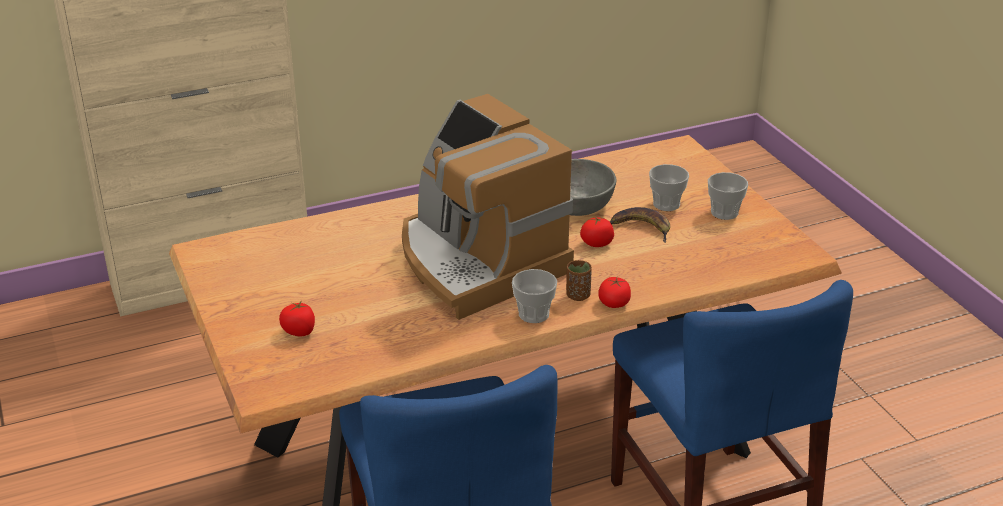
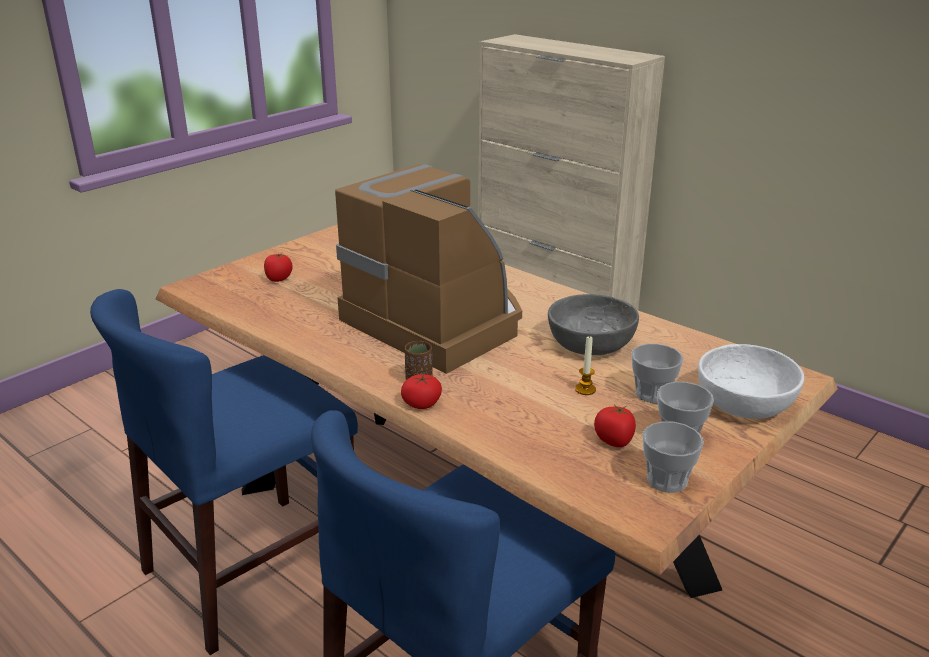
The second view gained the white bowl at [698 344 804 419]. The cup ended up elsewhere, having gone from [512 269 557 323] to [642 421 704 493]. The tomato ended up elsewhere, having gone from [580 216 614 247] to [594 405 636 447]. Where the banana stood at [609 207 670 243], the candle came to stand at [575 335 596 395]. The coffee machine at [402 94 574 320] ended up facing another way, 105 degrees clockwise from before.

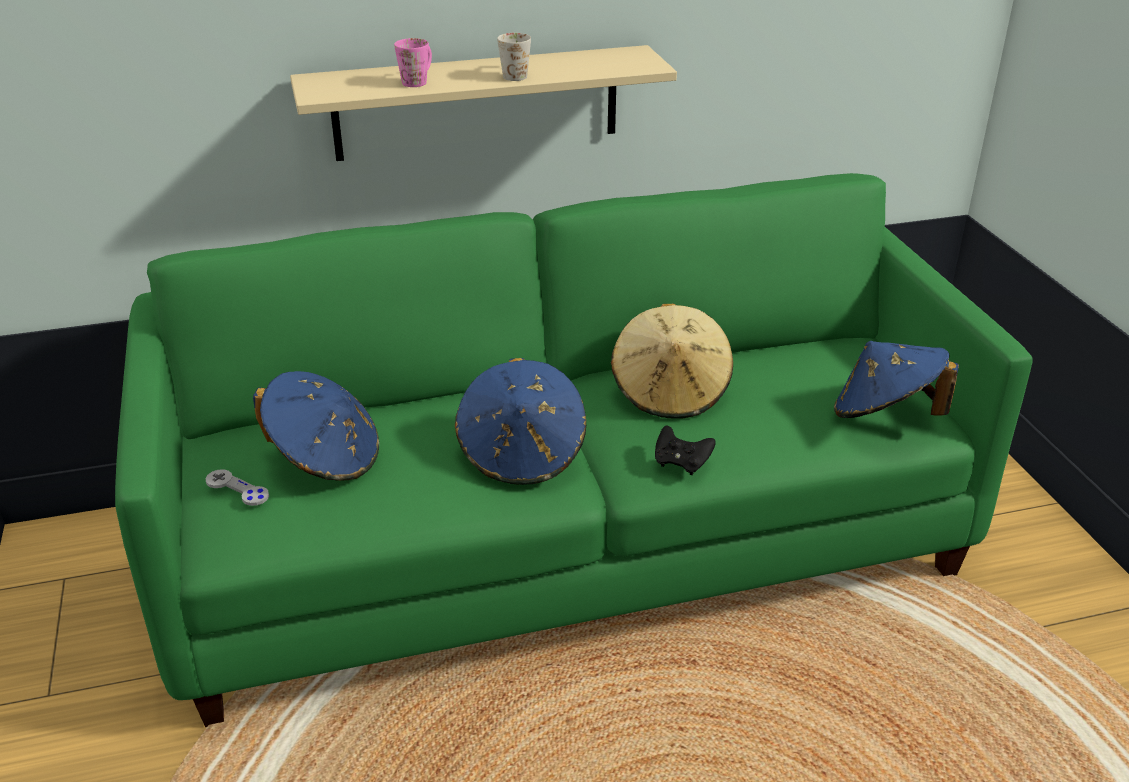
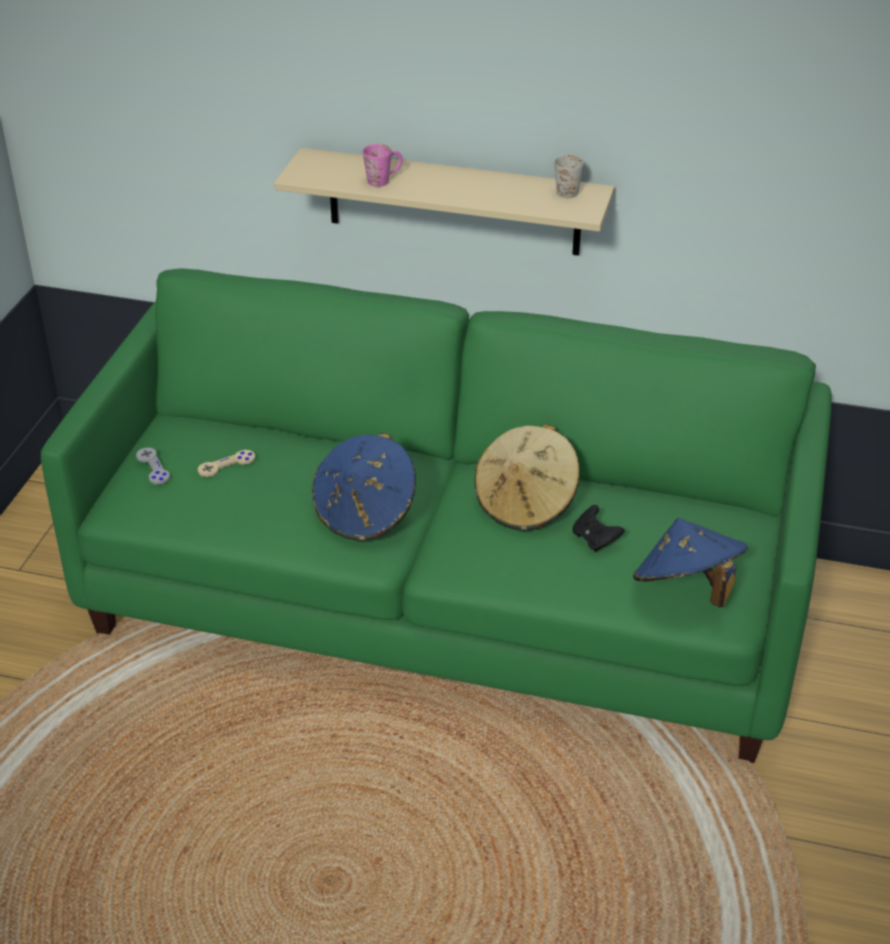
The white mug ended up elsewhere, having gone from [497 33 531 81] to [554 155 584 198]. The black game controller ended up elsewhere, having gone from [655 426 716 475] to [573 505 625 552]. Where the blue hat stood at [253 371 379 481], the beige game controller came to stand at [198 450 255 477].

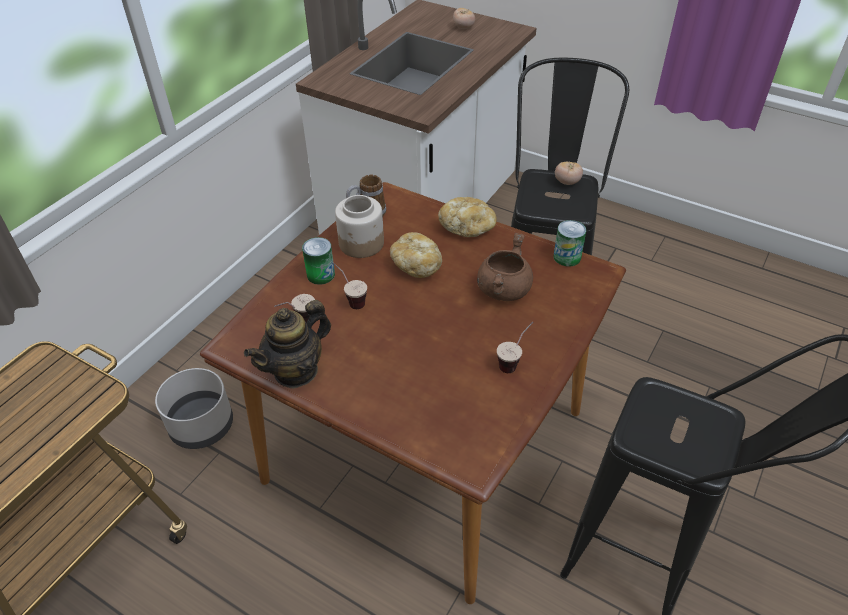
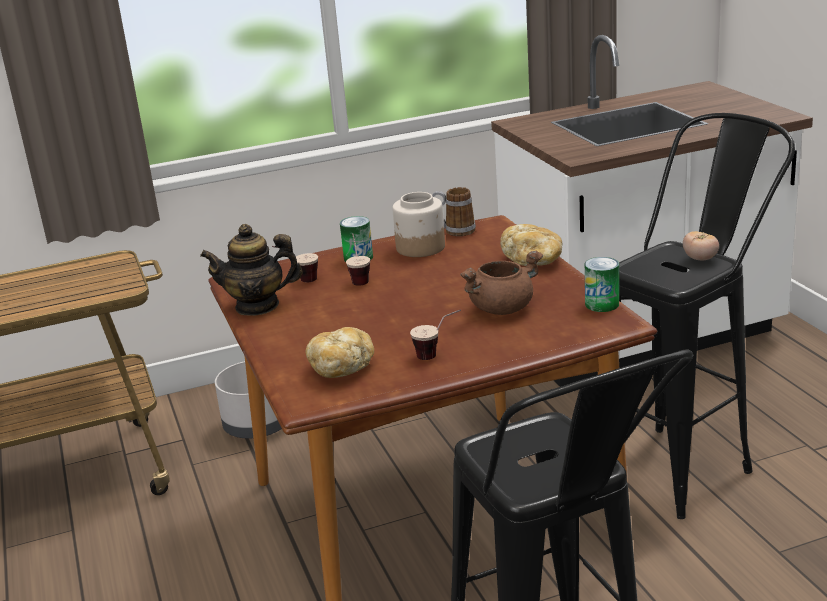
The second view lost the tomato at [453 8 475 29]. The bread ended up elsewhere, having gone from [390 232 442 278] to [306 327 374 378].

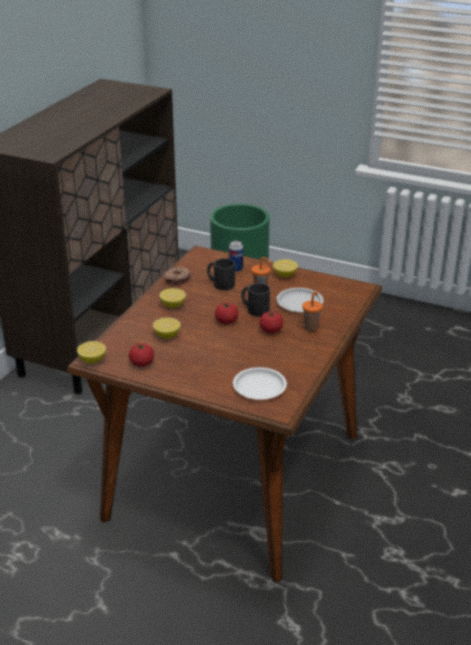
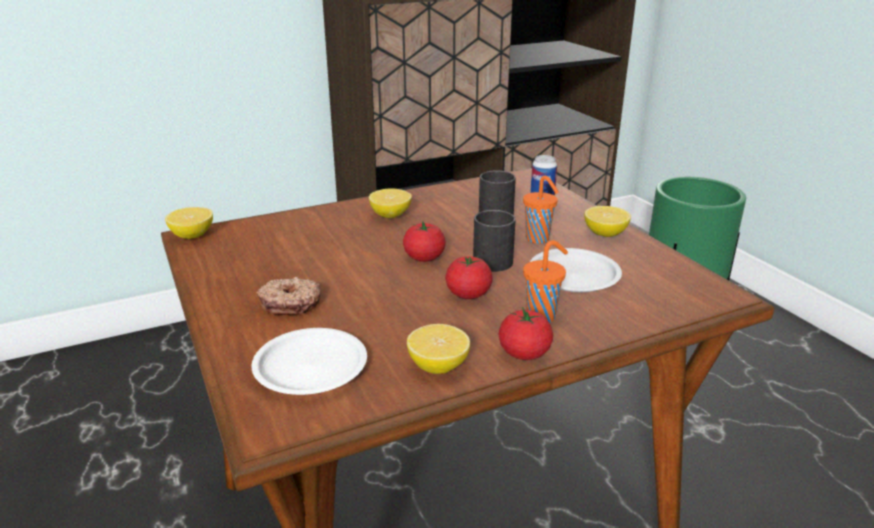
The tomato ended up elsewhere, having gone from [129 343 154 367] to [498 307 553 360]. The lemon ended up elsewhere, having gone from [153 318 181 339] to [407 324 470 374]. The donut ended up elsewhere, having gone from [163 267 191 286] to [256 277 321 315].

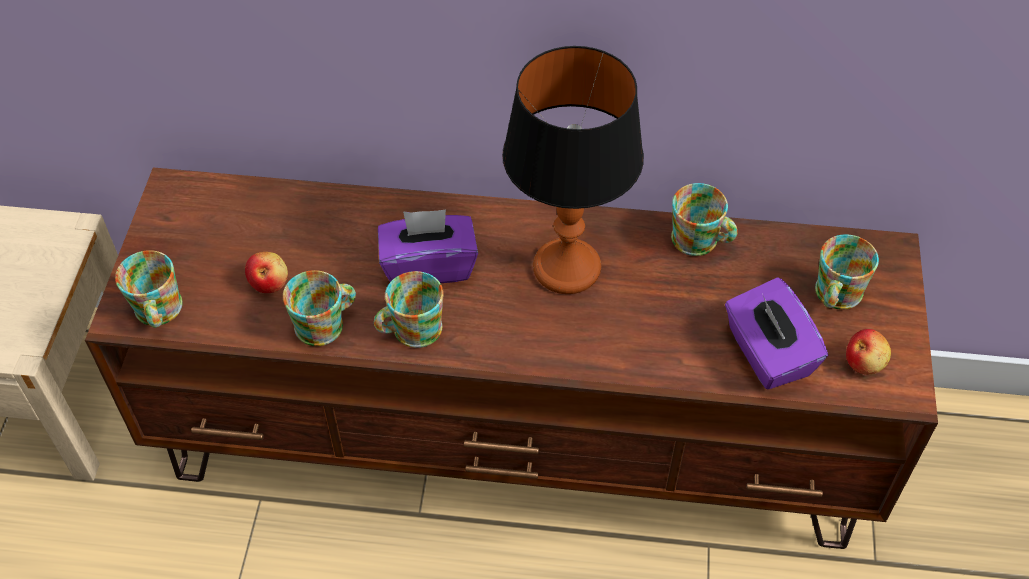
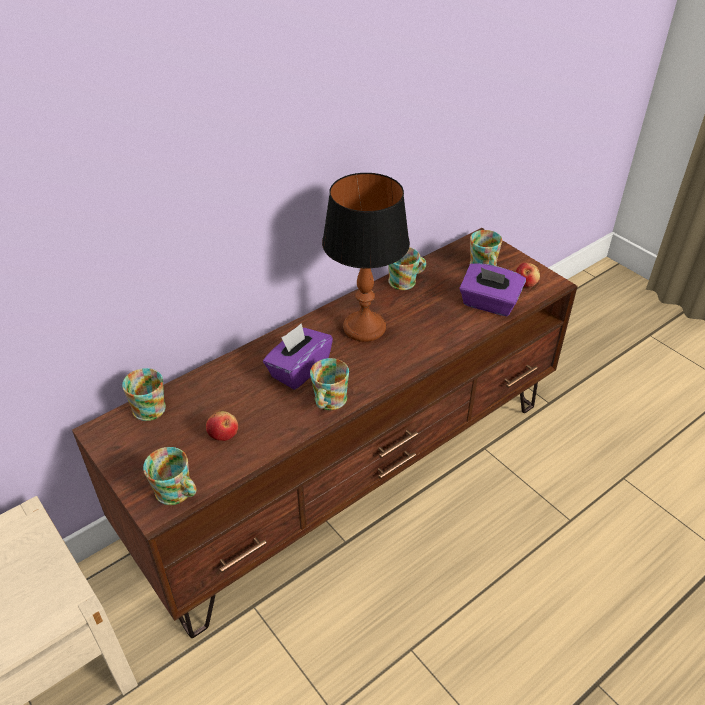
The mug ended up elsewhere, having gone from [283 270 356 346] to [122 368 166 421].

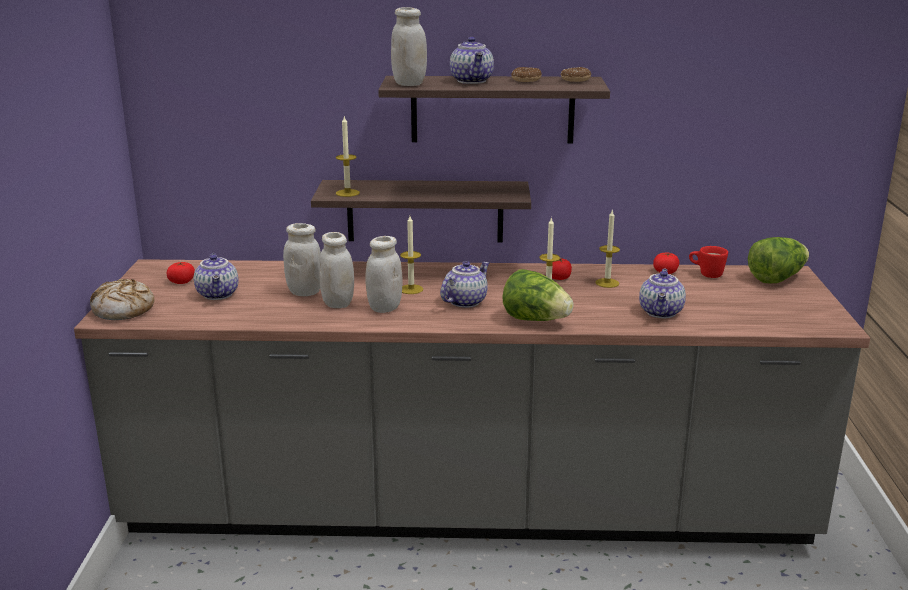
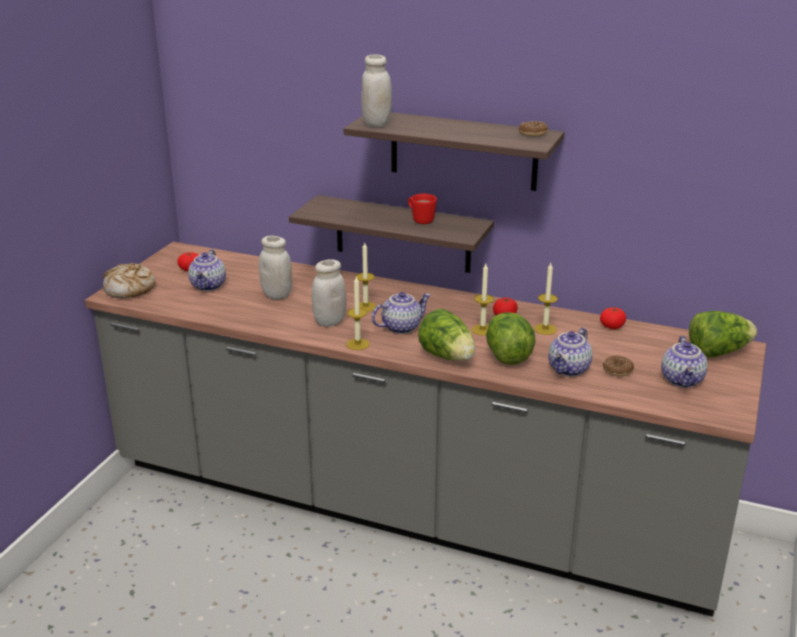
The second view lost the white jar at [319 232 354 308]. The second view gained the lettuce at [486 312 536 365]. The candle ended up elsewhere, having gone from [336 117 360 197] to [346 275 370 350]. The teapot ended up elsewhere, having gone from [450 37 494 84] to [661 336 708 388]. The donut ended up elsewhere, having gone from [511 67 542 82] to [603 355 634 376]. The red mug ended up elsewhere, having gone from [689 246 728 278] to [408 194 437 224].

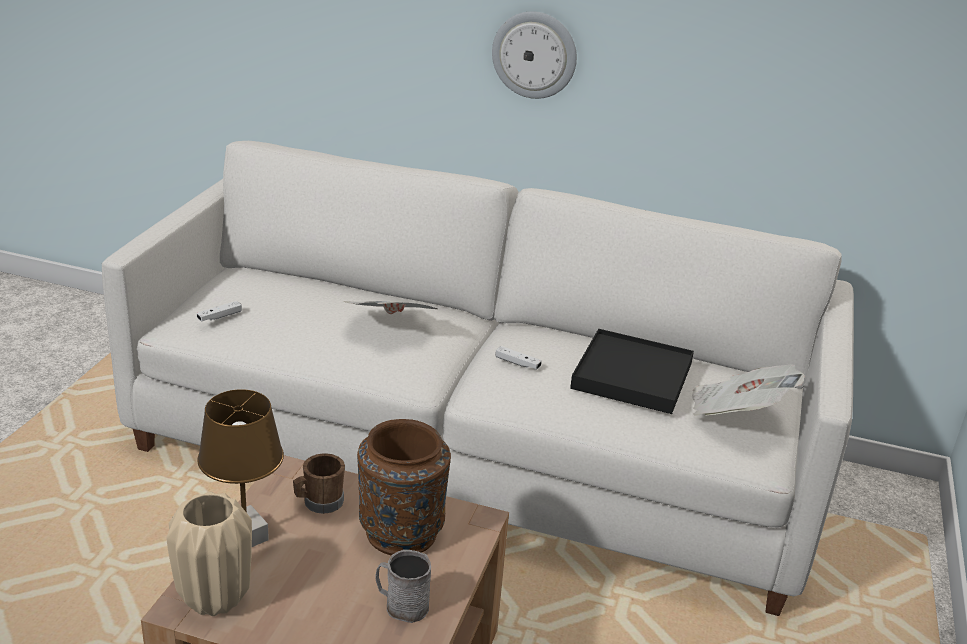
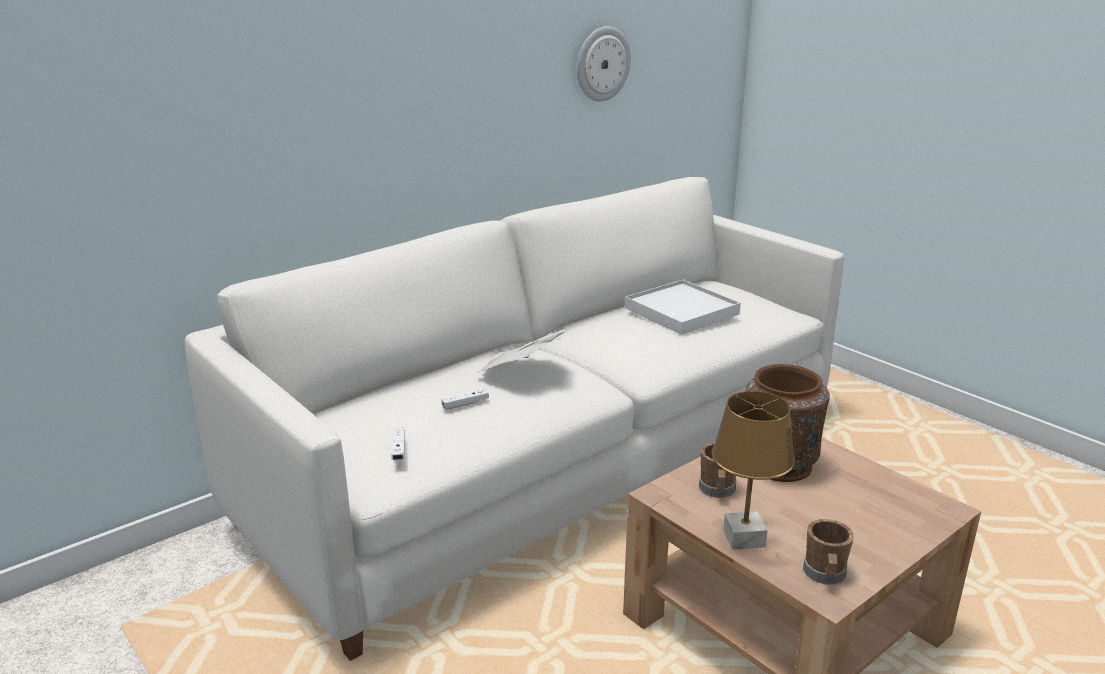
The second view lost the grey mug at [375 550 431 623]. The second view lost the newspaper at [692 364 805 416]. The wall clock ended up elsewhere, having gone from [492 11 577 99] to [577 26 631 102]. The white game controller ended up elsewhere, having gone from [495 346 542 370] to [441 388 489 410]. Where the beige vase stood at [166 492 252 616], the brown mug came to stand at [803 519 854 585]. What was the black tray at [570 329 694 414] turned into the white tray at [625 280 741 334].

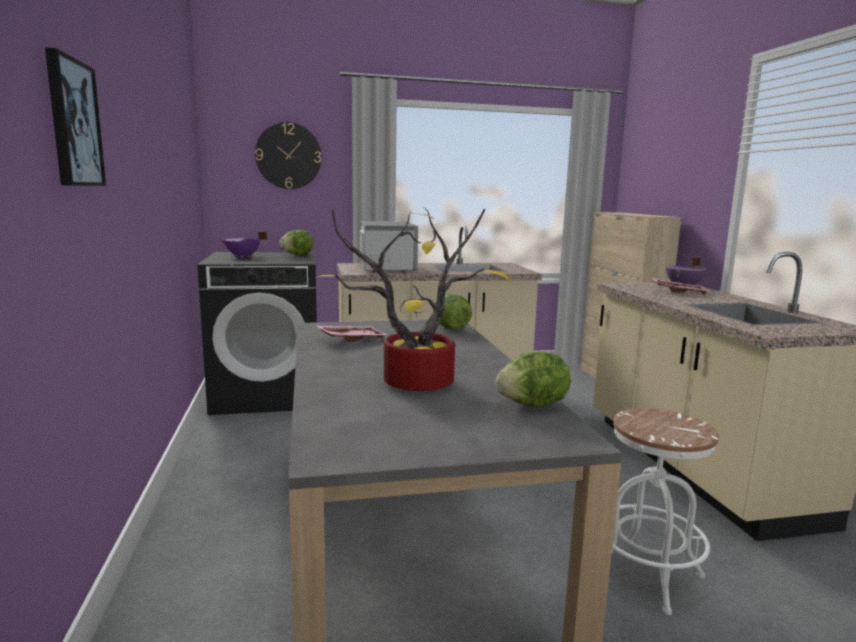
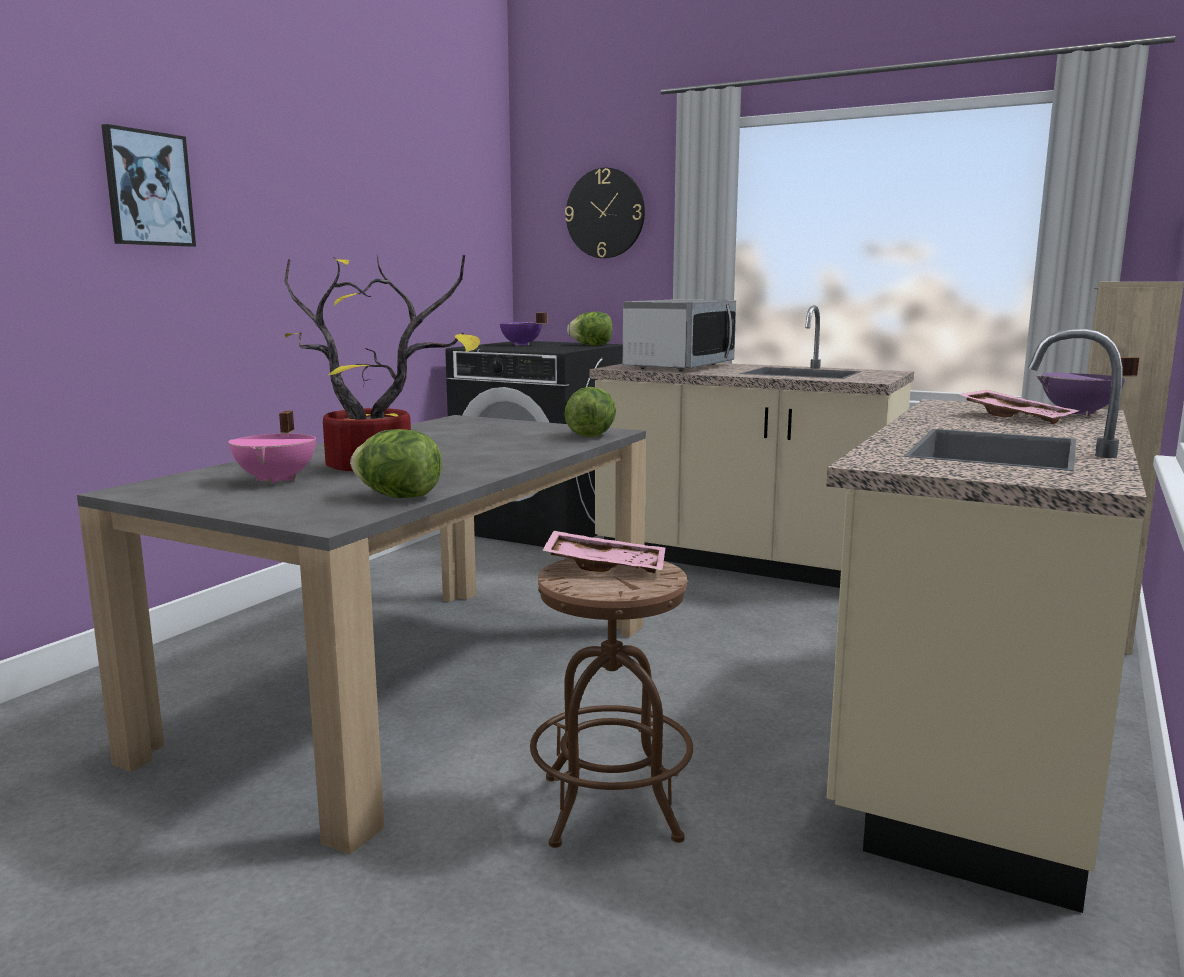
The second view gained the pink cooking pot at [228 411 316 485]. The pink tray ended up elsewhere, having gone from [315 325 388 342] to [542 531 665 574]. What was the white stool at [612 408 719 615] turned into the brown stool at [530 558 693 848].

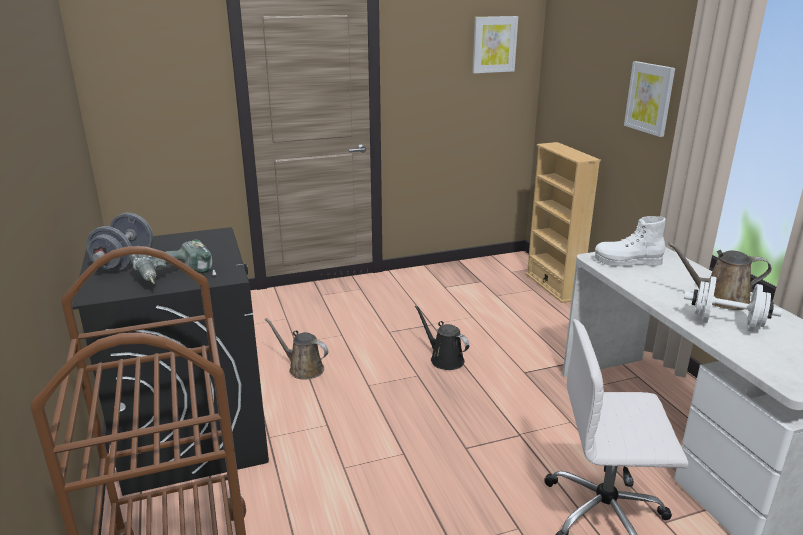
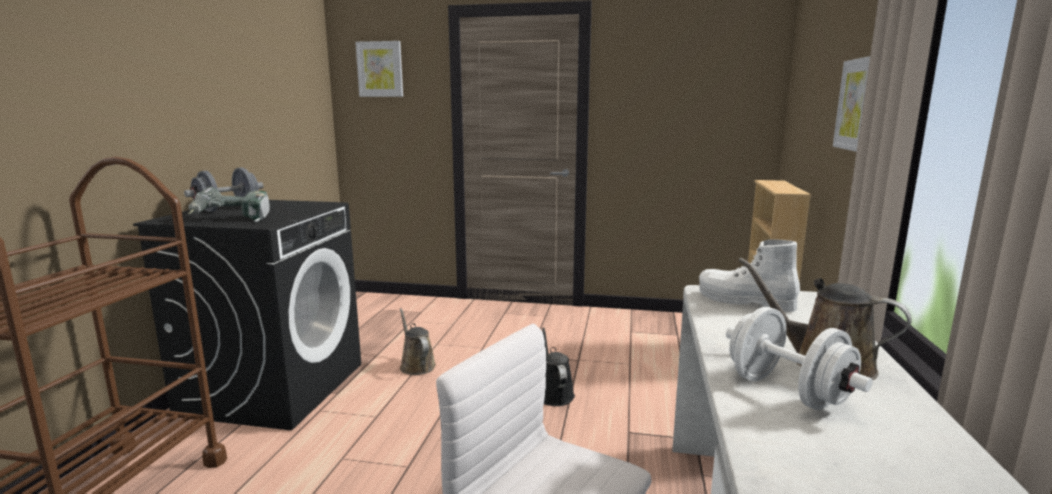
The picture ended up elsewhere, having gone from [472 16 518 73] to [355 41 403 97].

